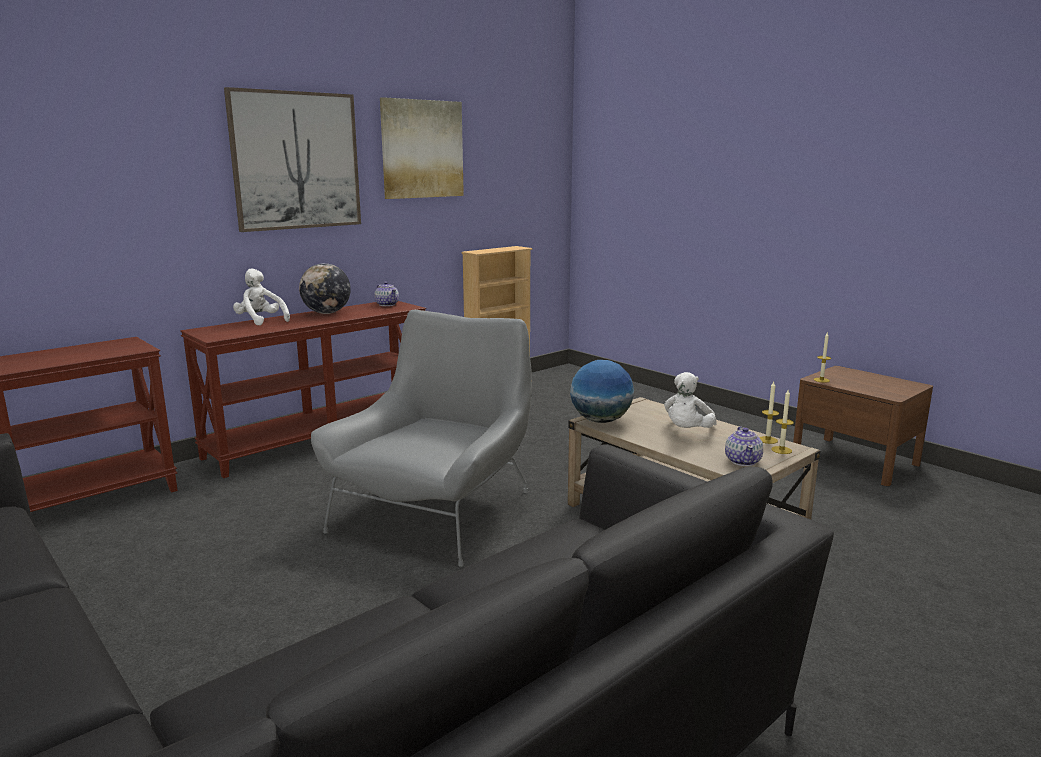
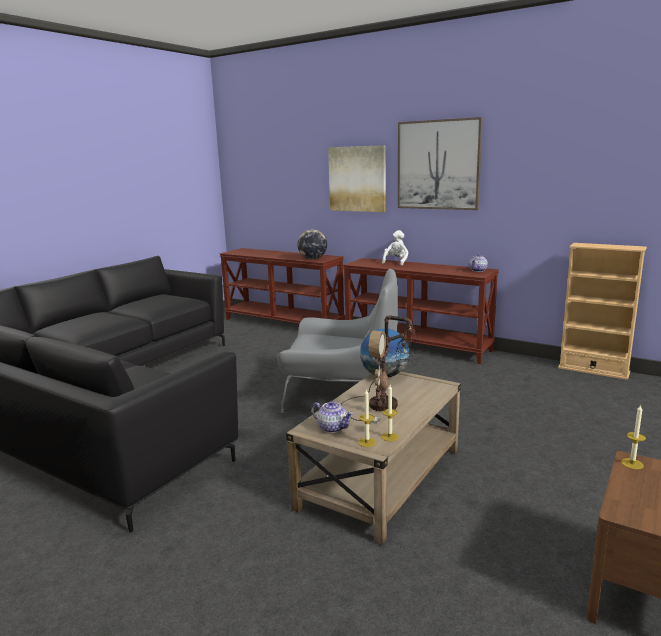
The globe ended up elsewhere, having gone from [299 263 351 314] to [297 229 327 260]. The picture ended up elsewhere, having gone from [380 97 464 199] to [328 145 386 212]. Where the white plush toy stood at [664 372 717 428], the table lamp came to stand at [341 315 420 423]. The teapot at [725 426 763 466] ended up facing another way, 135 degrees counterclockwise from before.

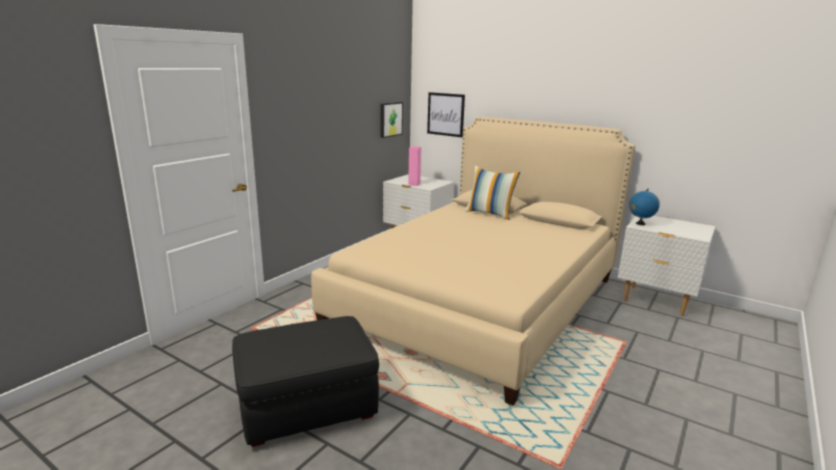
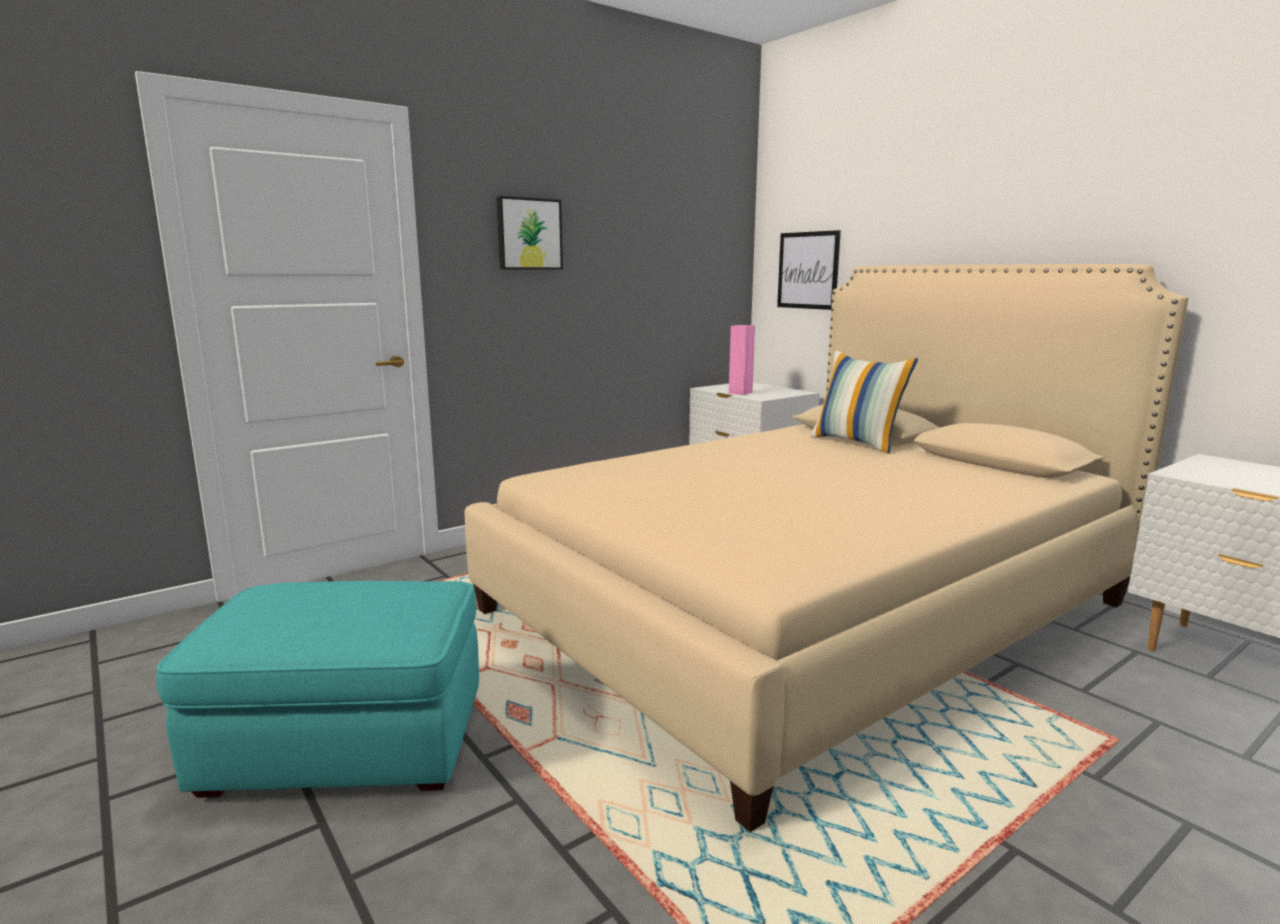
The second view lost the globe at [629 189 660 225]. The picture ended up elsewhere, having gone from [381 102 403 138] to [496 196 563 270]. What was the black ottoman at [232 316 379 447] turned into the turquoise ottoman at [156 581 479 798].

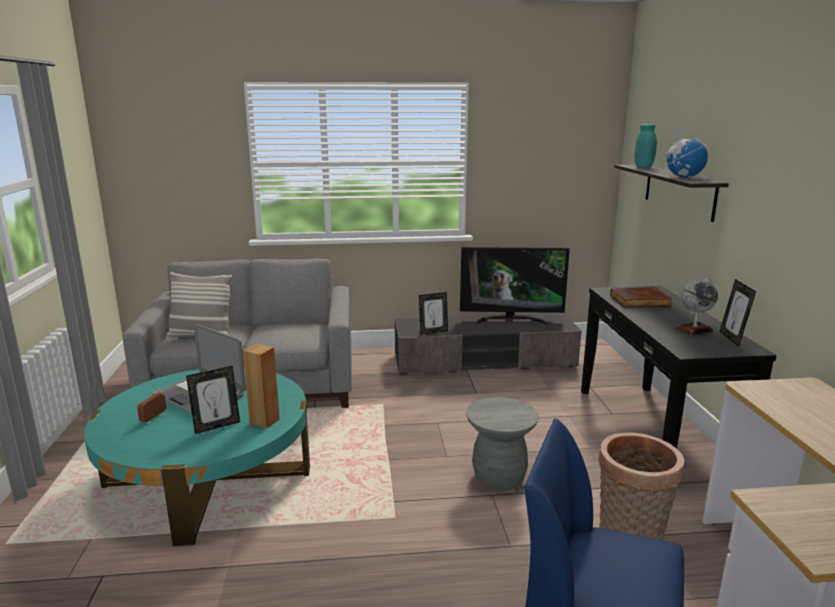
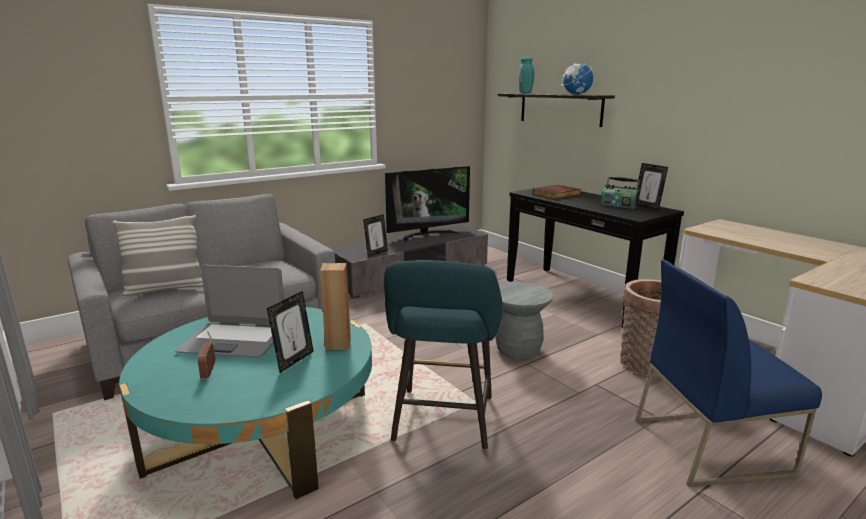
The second view gained the turquoise stool at [384 260 502 450]. Where the globe stood at [676 277 718 336], the radio came to stand at [601 177 640 209].

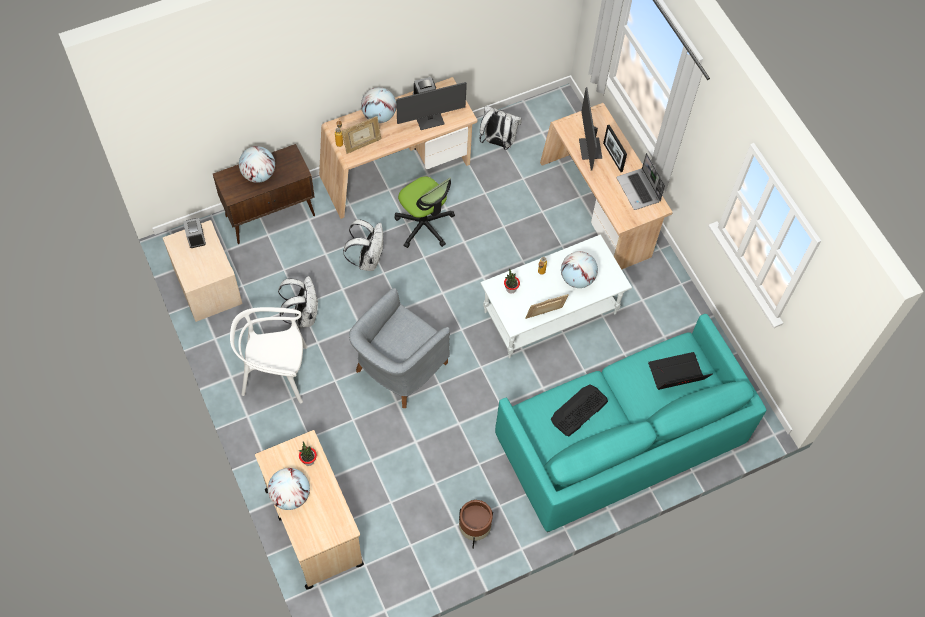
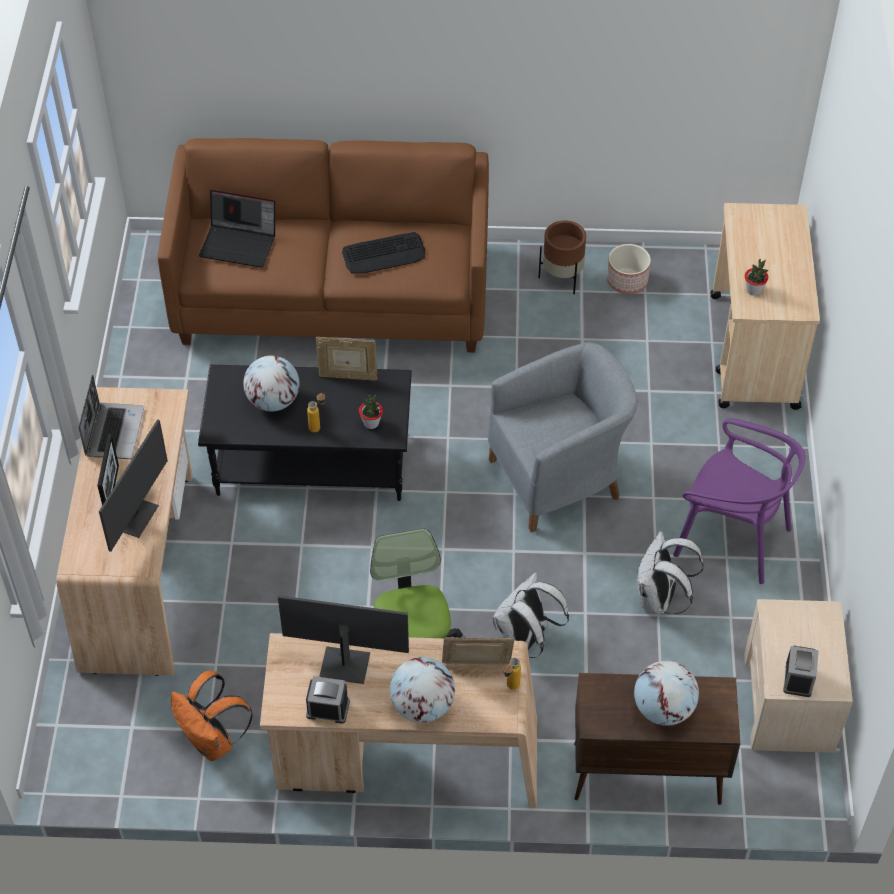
The second view lost the globe at [268 468 310 510]. The second view gained the planter at [607 244 651 294]. What was the white chair at [230 307 307 403] turned into the purple chair at [673 418 805 584]. What was the white backpack at [479 106 522 150] turned into the orange backpack at [171 670 253 761]. What was the white coffee table at [481 234 632 358] turned into the black coffee table at [198 365 412 501]. What was the turquoise sofa at [495 314 766 532] turned into the brown sofa at [158 138 489 352].

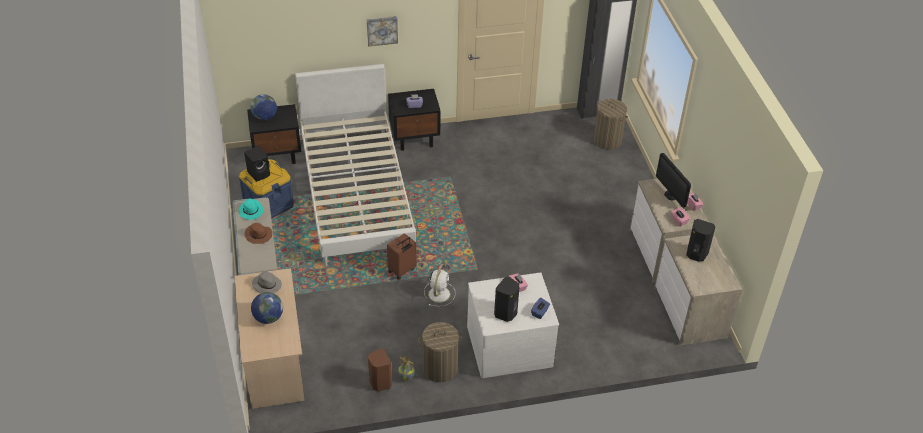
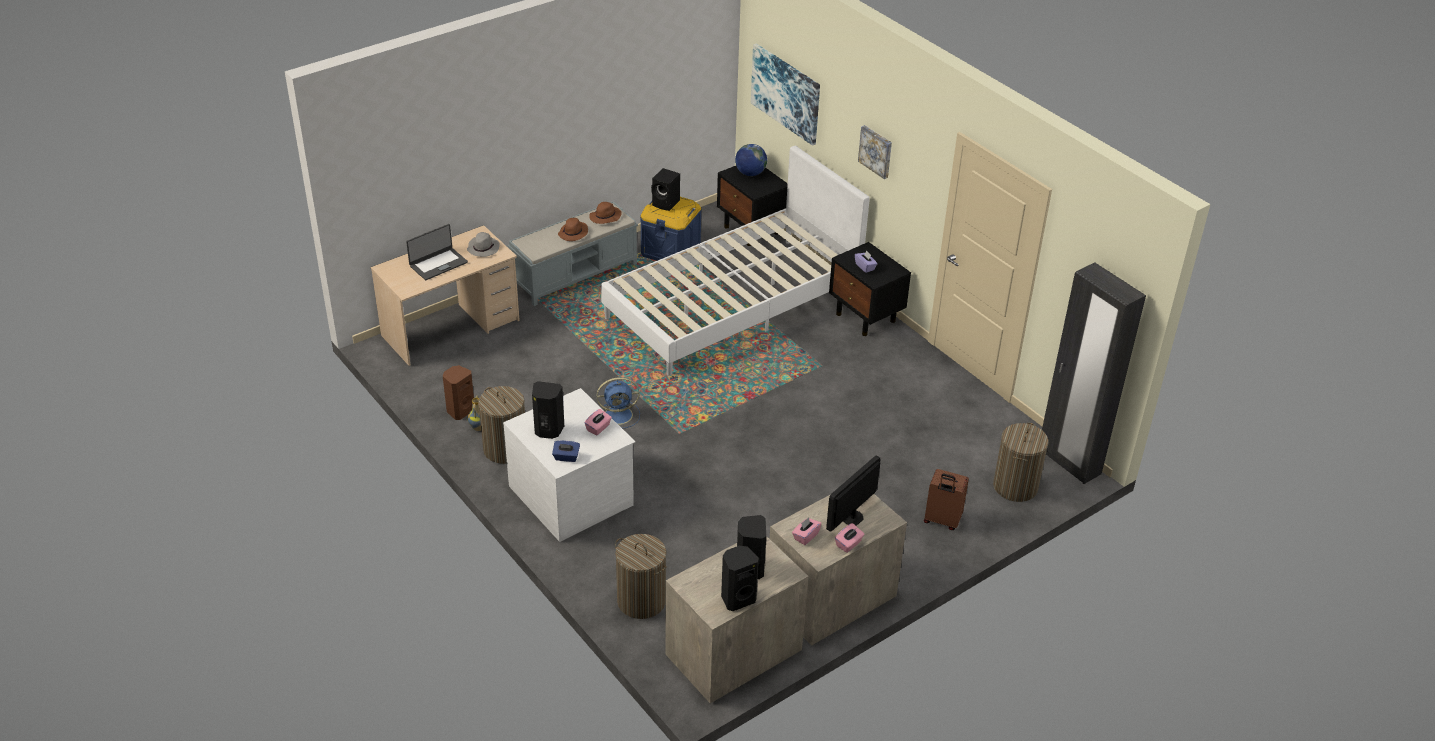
The second view gained the laundry basket at [615 534 666 619]. The second view gained the black speaker at [721 546 759 611]. The second view gained the picture at [751 43 820 146]. The brown suitcase ended up elsewhere, having gone from [387 234 417 280] to [924 469 969 530]. Where the globe stood at [251 292 283 324], the laptop came to stand at [406 224 468 280]. What was the turquoise hat at [239 198 264 220] turned into the brown hat at [589 202 622 224]. What was the white fan at [424 264 455 306] turned into the blue fan at [597 377 640 428].

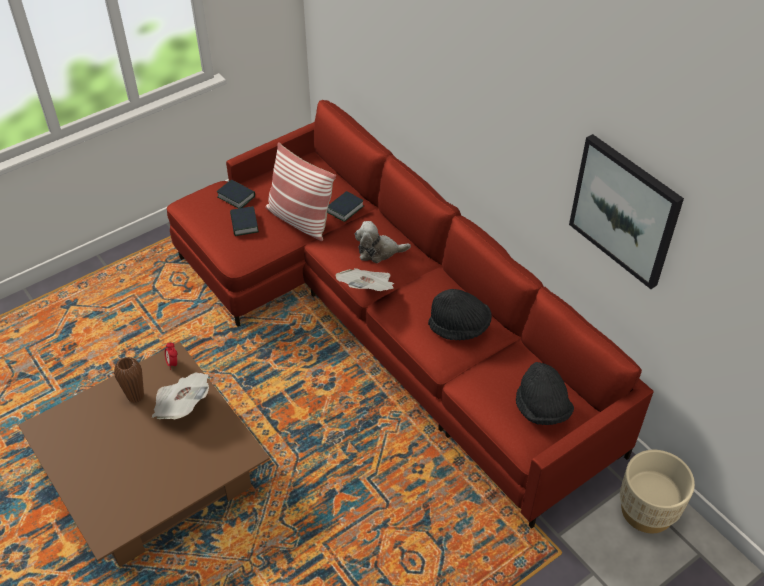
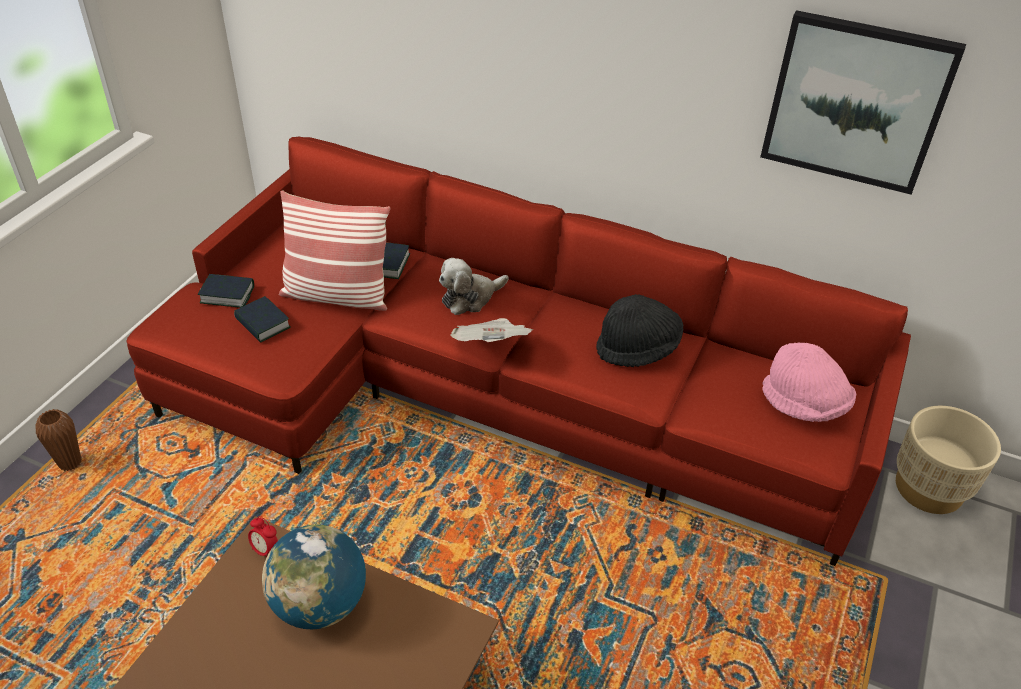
The brown vase ended up elsewhere, having gone from [114 357 144 403] to [35 409 81 471]. Where the newspaper stood at [152 372 209 419], the globe came to stand at [262 525 366 629]. What was the black hat at [516 362 574 425] turned into the pink hat at [762 342 856 422].

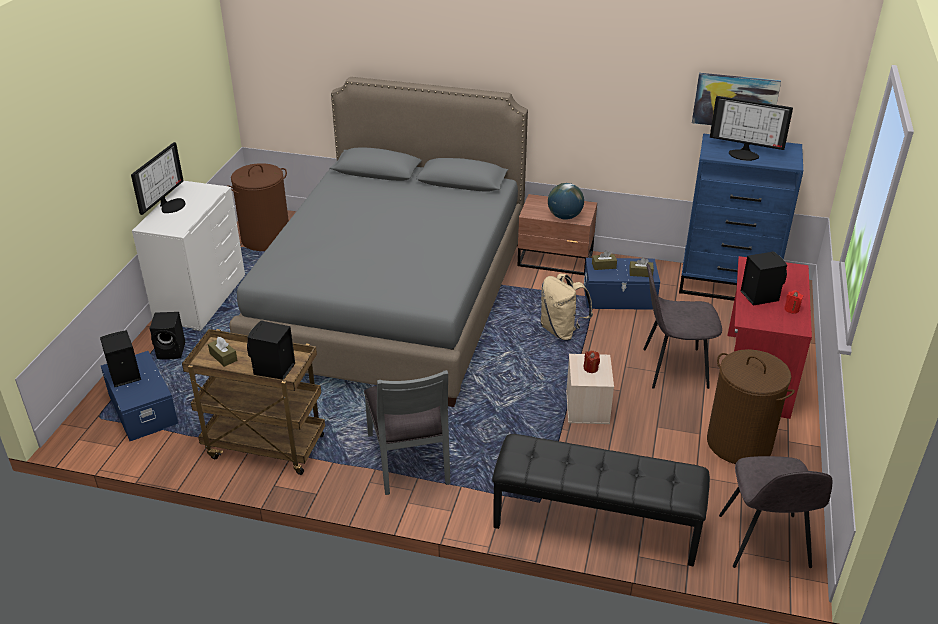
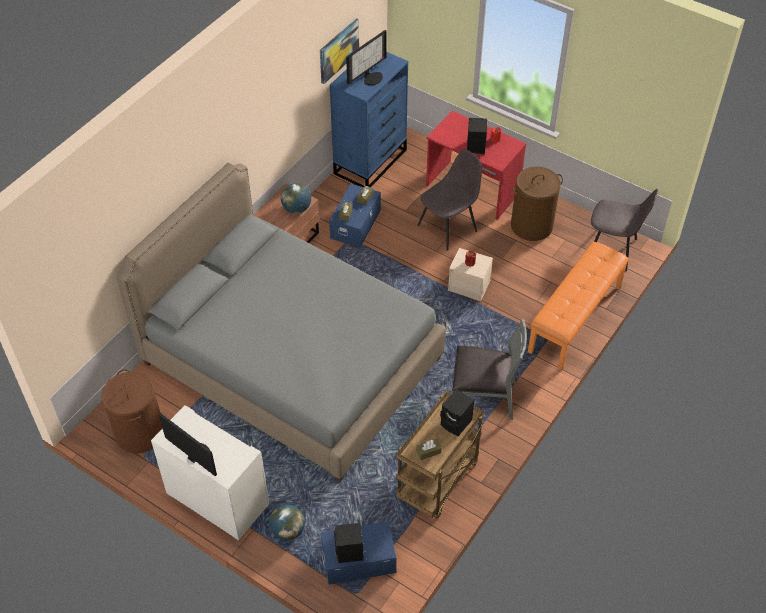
The second view lost the beige backpack at [541 273 593 341]. Where the black speaker stood at [150 312 185 360], the globe came to stand at [269 504 305 541]. What was the black bench at [492 434 710 567] turned into the orange bench at [528 242 629 370]. The grey chair at [643 263 722 389] ended up facing another way, 150 degrees counterclockwise from before.

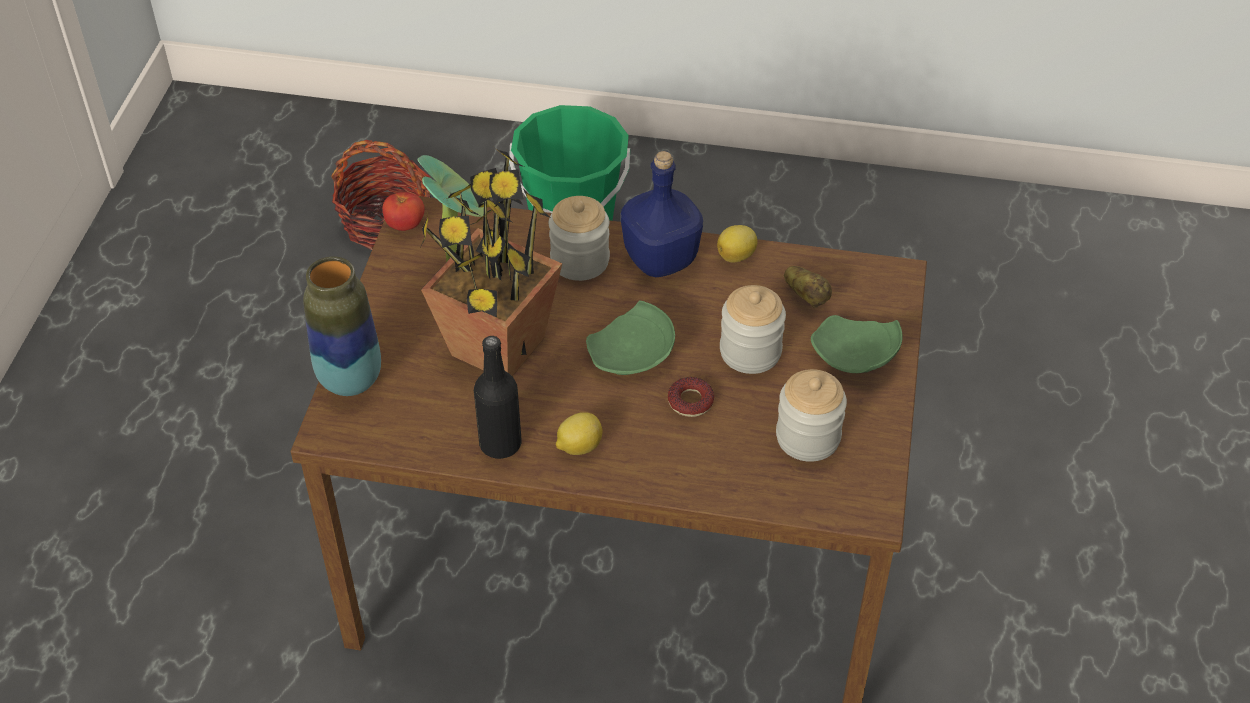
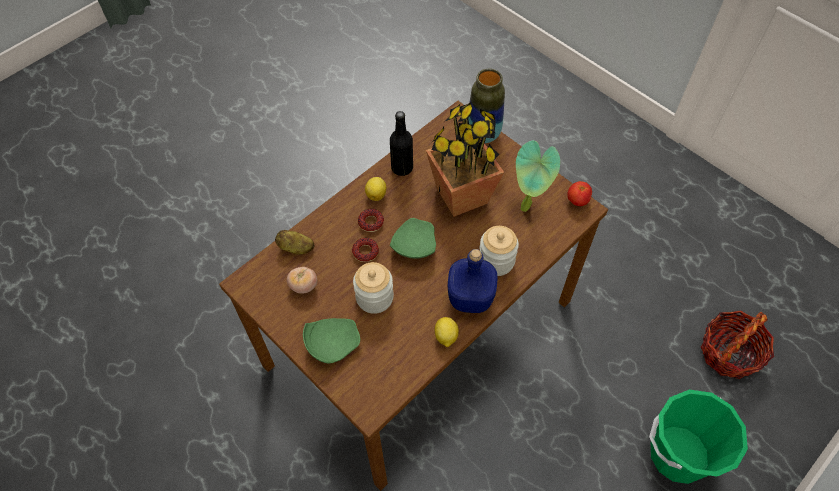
The second view gained the donut at [358 209 384 232]. The potato ended up elsewhere, having gone from [784 266 832 308] to [275 230 315 255]. Where the jar stood at [776 369 847 462], the tomato came to stand at [287 267 317 294].

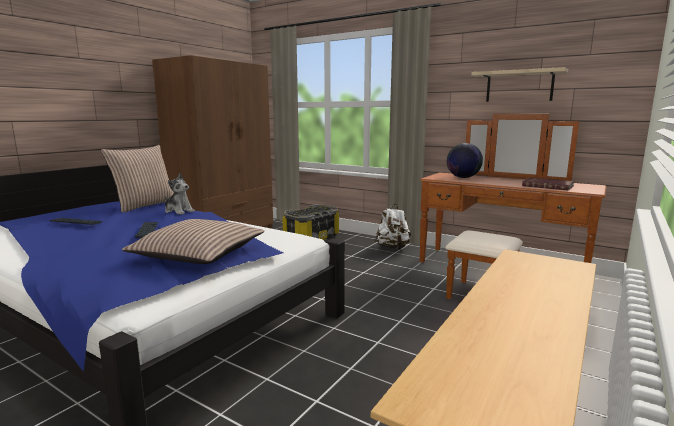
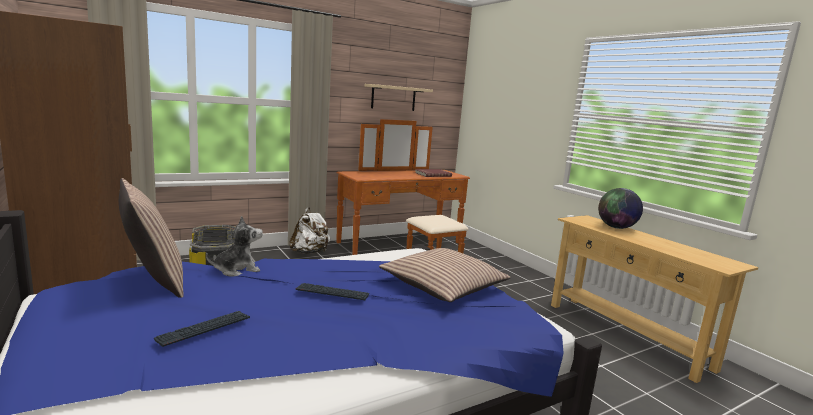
The globe ended up elsewhere, having gone from [447 143 483 178] to [598 188 643 229].

